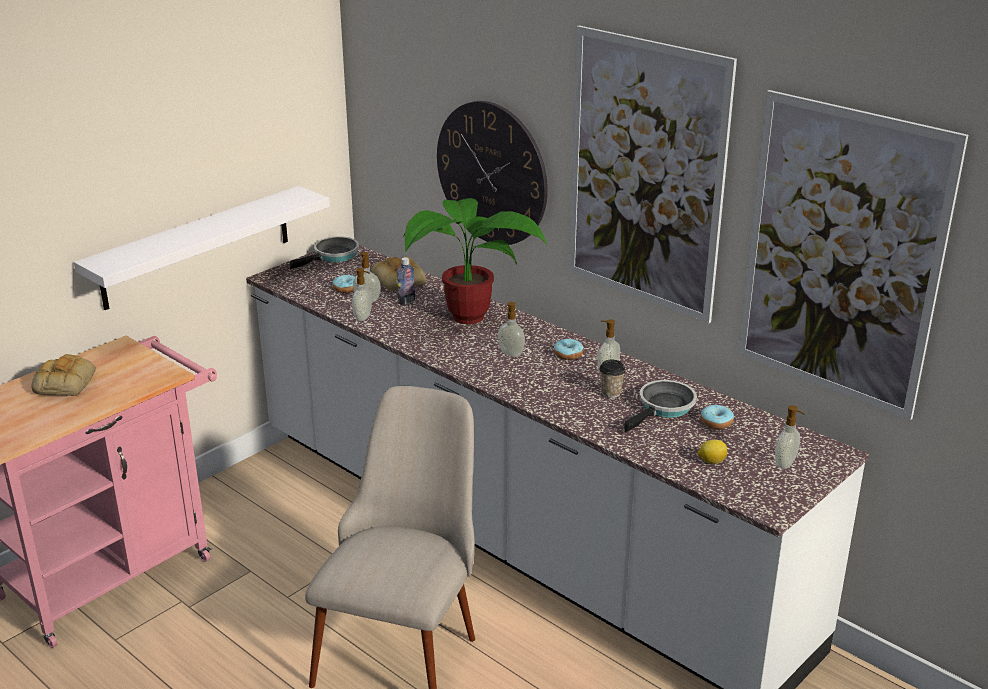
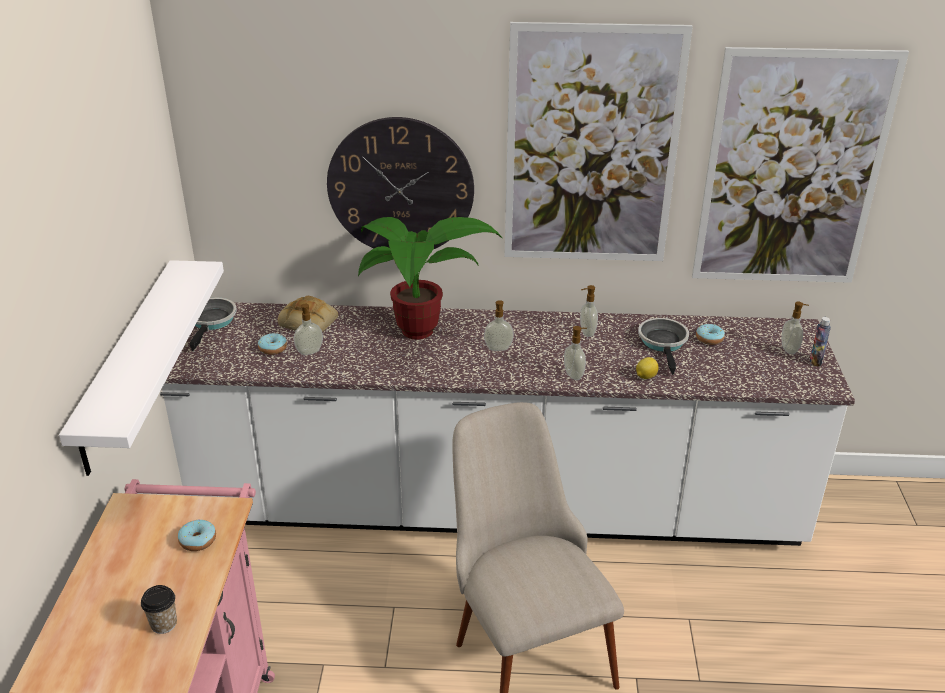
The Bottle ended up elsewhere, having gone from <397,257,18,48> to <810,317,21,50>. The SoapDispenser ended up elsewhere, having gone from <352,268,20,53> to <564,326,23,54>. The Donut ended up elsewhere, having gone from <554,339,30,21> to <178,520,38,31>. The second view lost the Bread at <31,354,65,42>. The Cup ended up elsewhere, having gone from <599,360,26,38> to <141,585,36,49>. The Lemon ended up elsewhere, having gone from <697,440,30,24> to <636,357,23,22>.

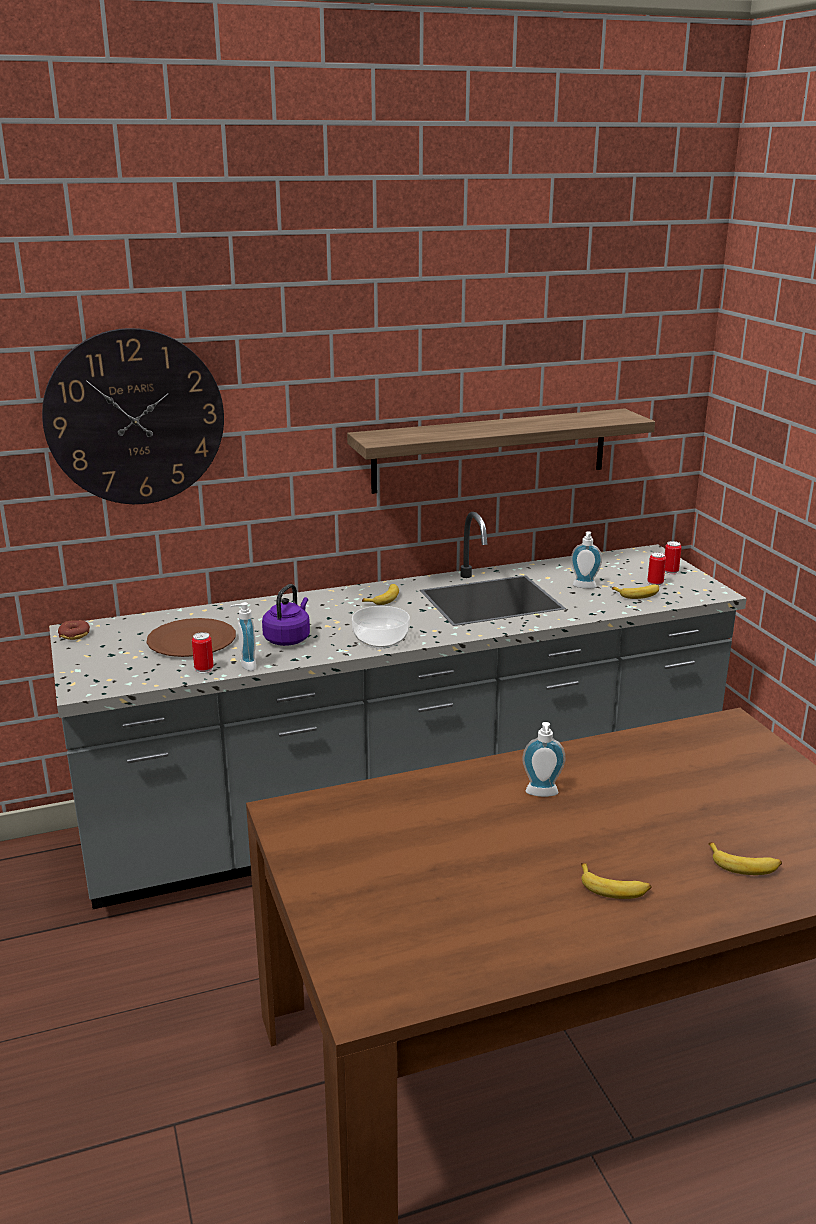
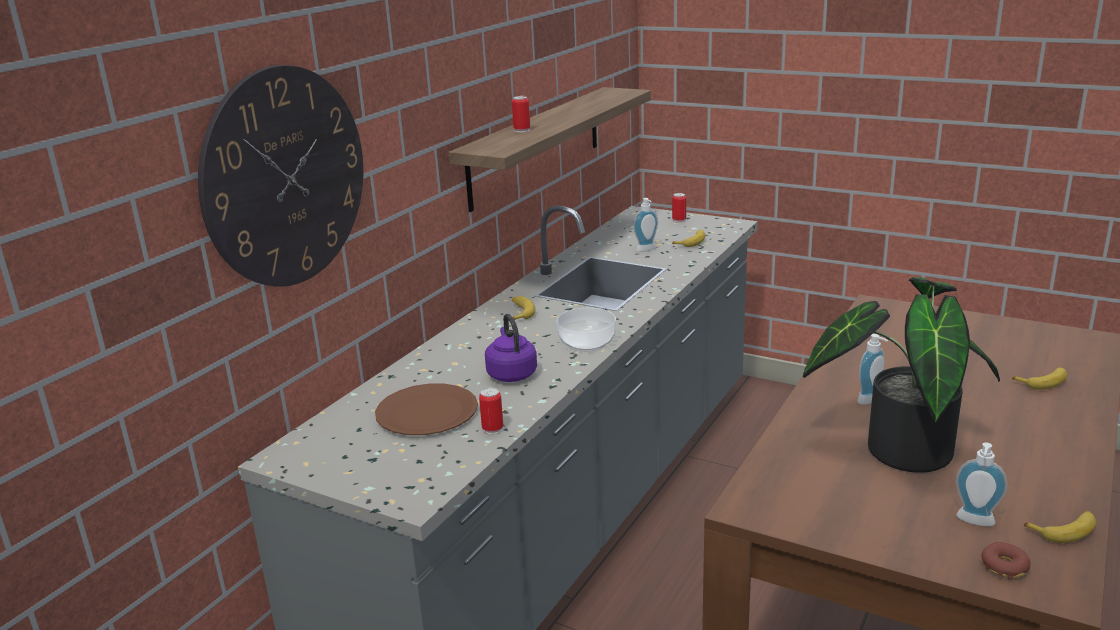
The Can ended up elsewhere, having gone from <647,552,19,34> to <512,96,18,37>. The SoapDispenser ended up elsewhere, having gone from <230,602,26,69> to <956,443,52,83>. The Donut ended up elsewhere, having gone from <58,620,32,20> to <981,542,50,38>. The Banana ended up elsewhere, having gone from <581,863,70,36> to <1024,511,72,32>. The second view gained the PottedPlant at <803,277,197,196>.

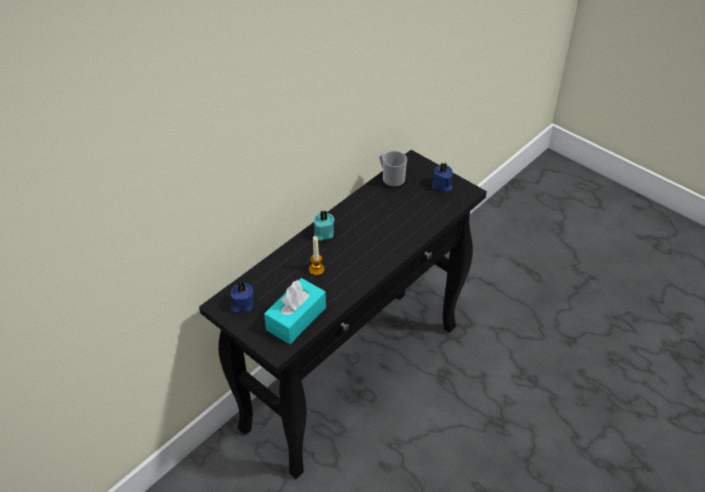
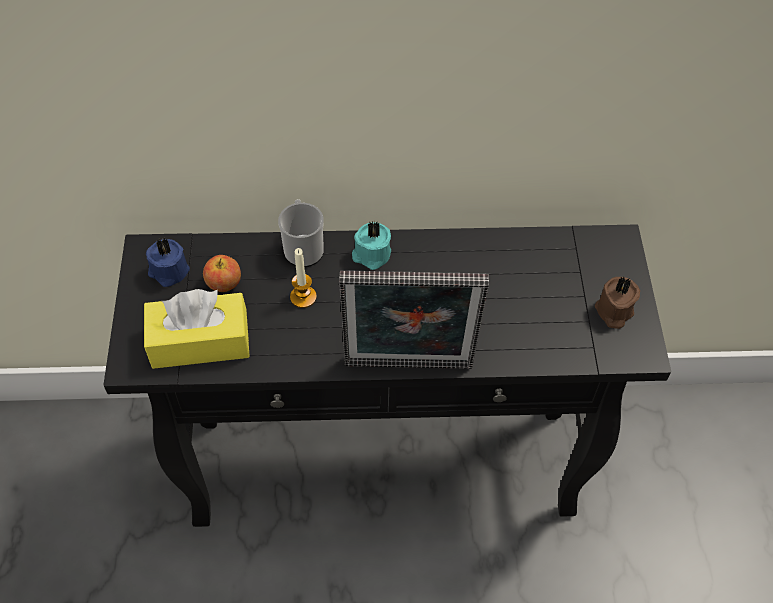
The Mug ended up elsewhere, having gone from <379,151,28,36> to <278,199,46,68>. What was the BlueCandle at <432,162,21,30> turned into the BrownCandle at <595,277,45,52>. What was the TurquoiseTissueBox at <264,278,62,66> turned into the YellowTissueBox at <144,289,106,80>. The second view gained the Apple at <203,255,38,37>. The second view gained the PictureFrame at <339,271,150,98>.

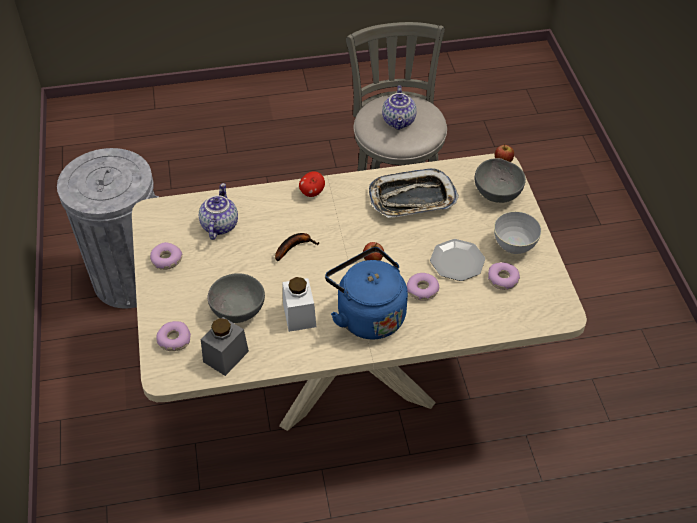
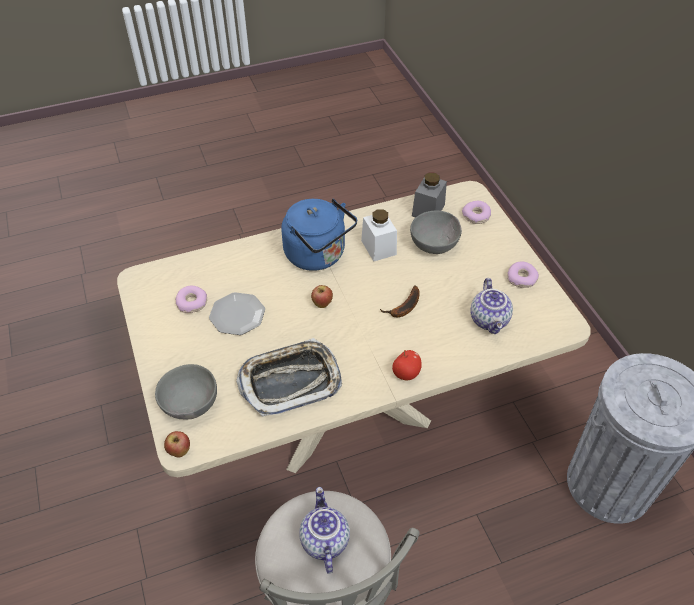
The second view lost the GreyBowl at <494,211,48,43>. The second view lost the Donut at <407,273,32,28>.

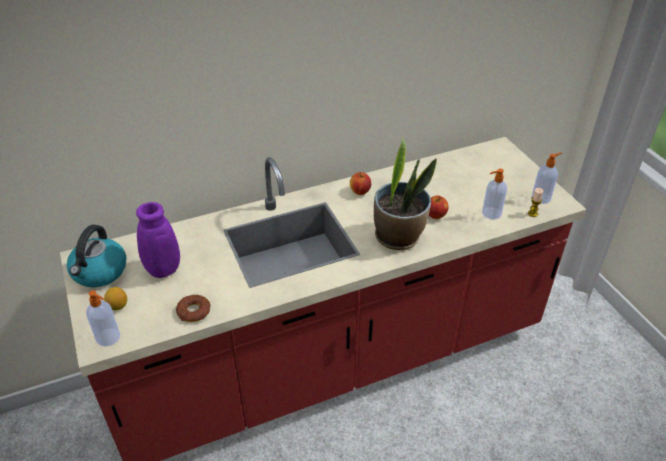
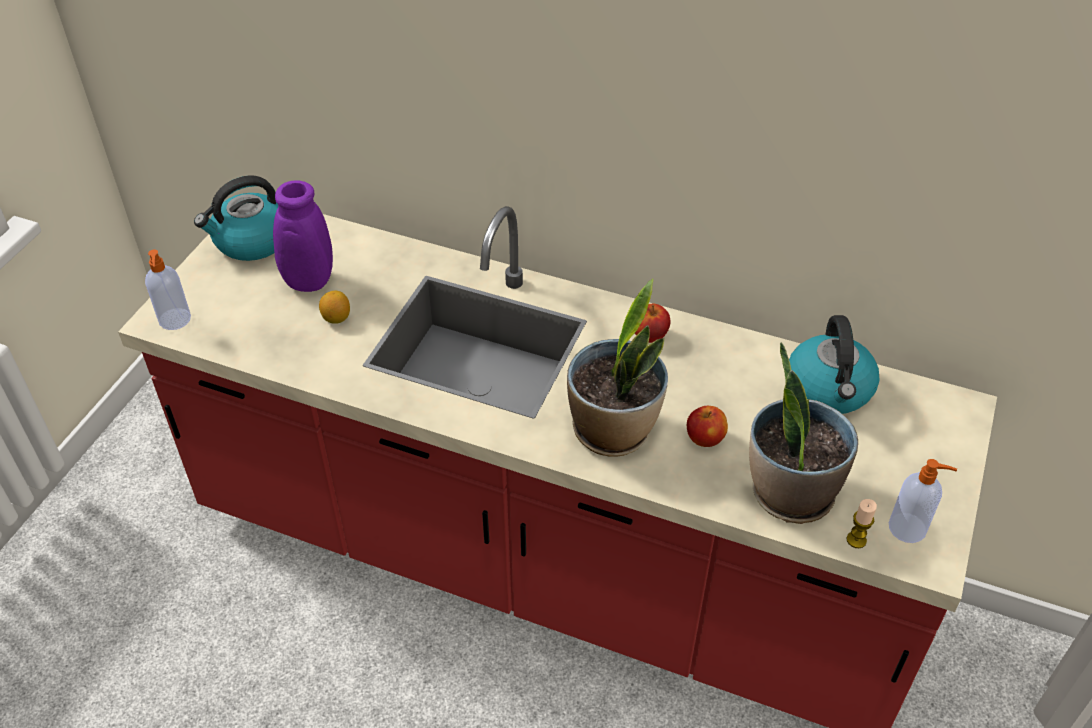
Where the SoapDispenser stood at <482,169,25,50>, the PottedPlant came to stand at <749,342,109,182>. The Lemon ended up elsewhere, having gone from <104,287,23,23> to <319,290,31,34>. The second view lost the Donut at <176,294,34,28>. The second view gained the Kettle at <789,315,90,99>.

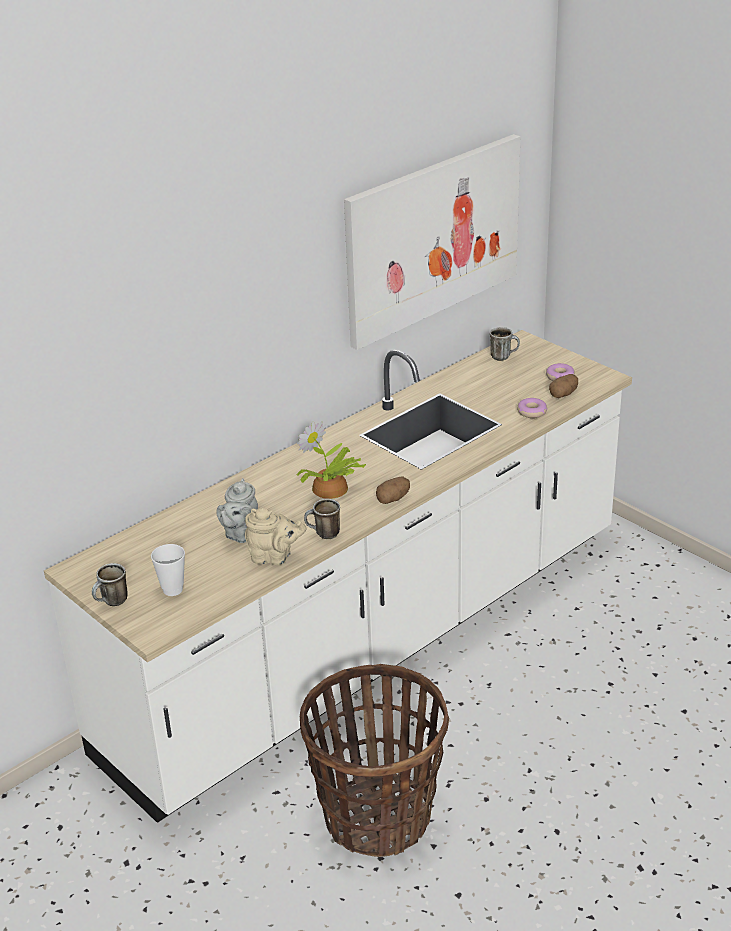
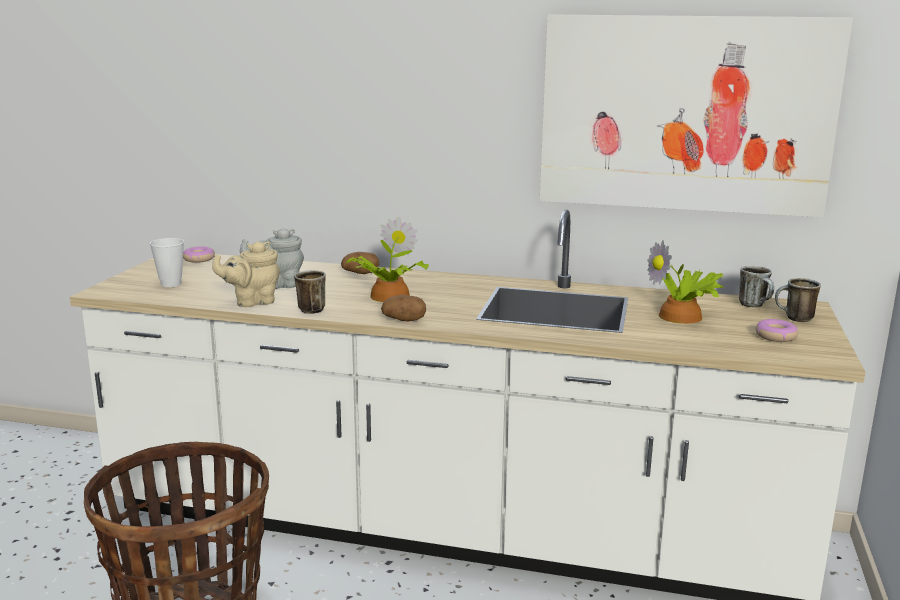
The Potato ended up elsewhere, having gone from <549,374,29,24> to <341,252,38,22>. The Donut ended up elsewhere, having gone from <517,398,30,20> to <183,246,32,17>. The BeigeTeapot at <245,508,61,57> ended up facing another way, 90 degrees clockwise from before. The Mug ended up elsewhere, having gone from <92,563,36,43> to <775,278,46,44>. The second view gained the PottedPlant at <647,240,77,84>.

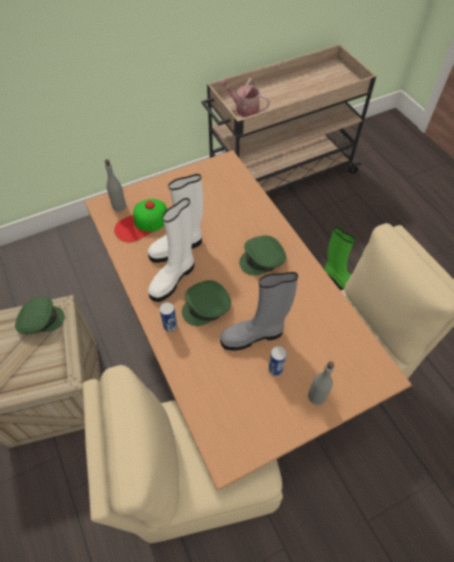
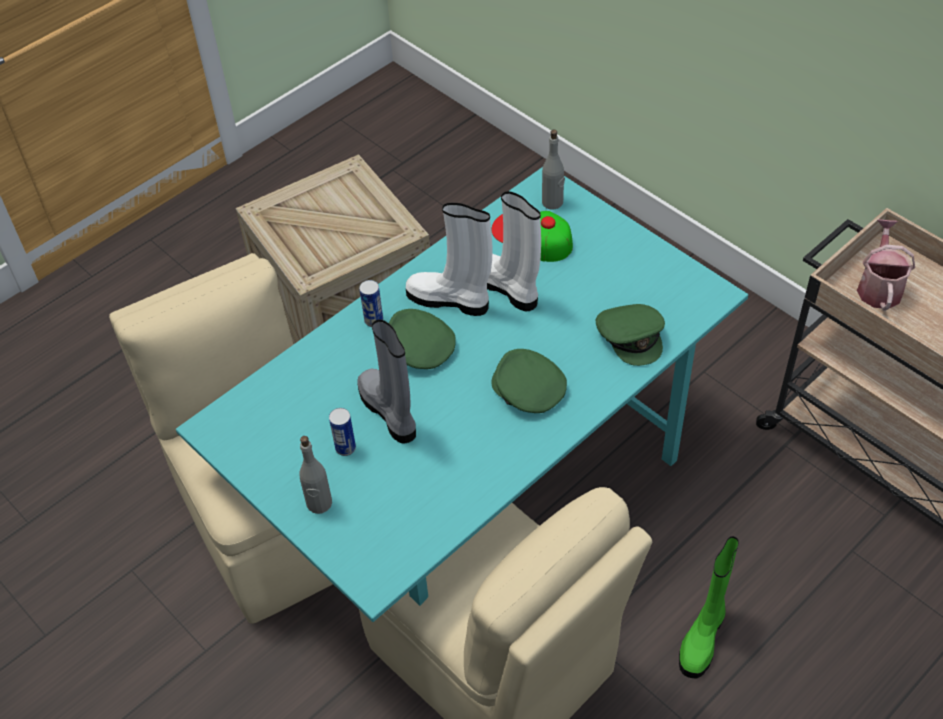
What was the BrownDiningTable at <84,150,328,341> turned into the TurquoiseDiningTable at <176,167,572,455>. The GreenCap ended up elsewhere, having gone from <15,297,50,37> to <595,304,70,62>.

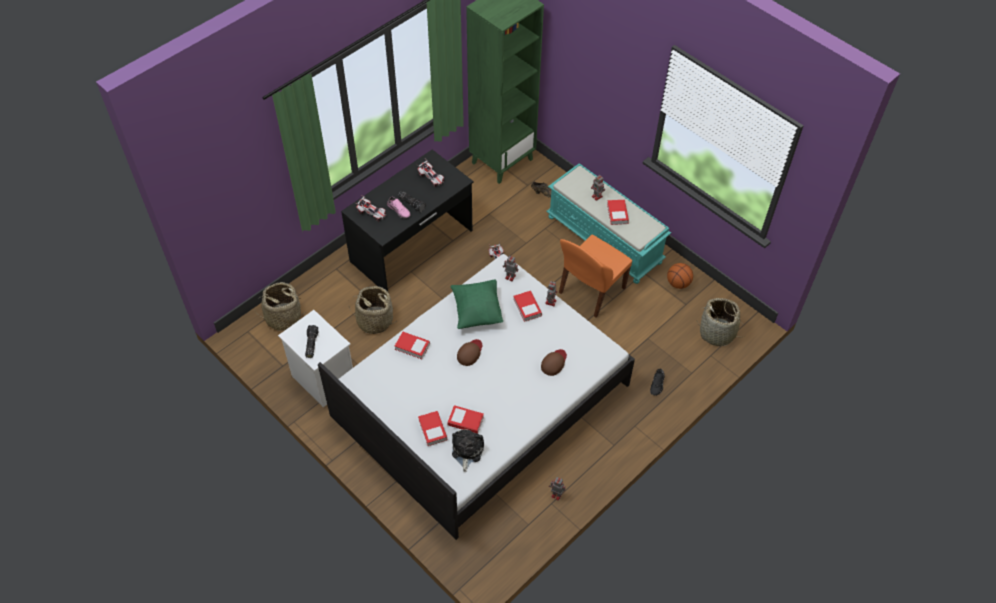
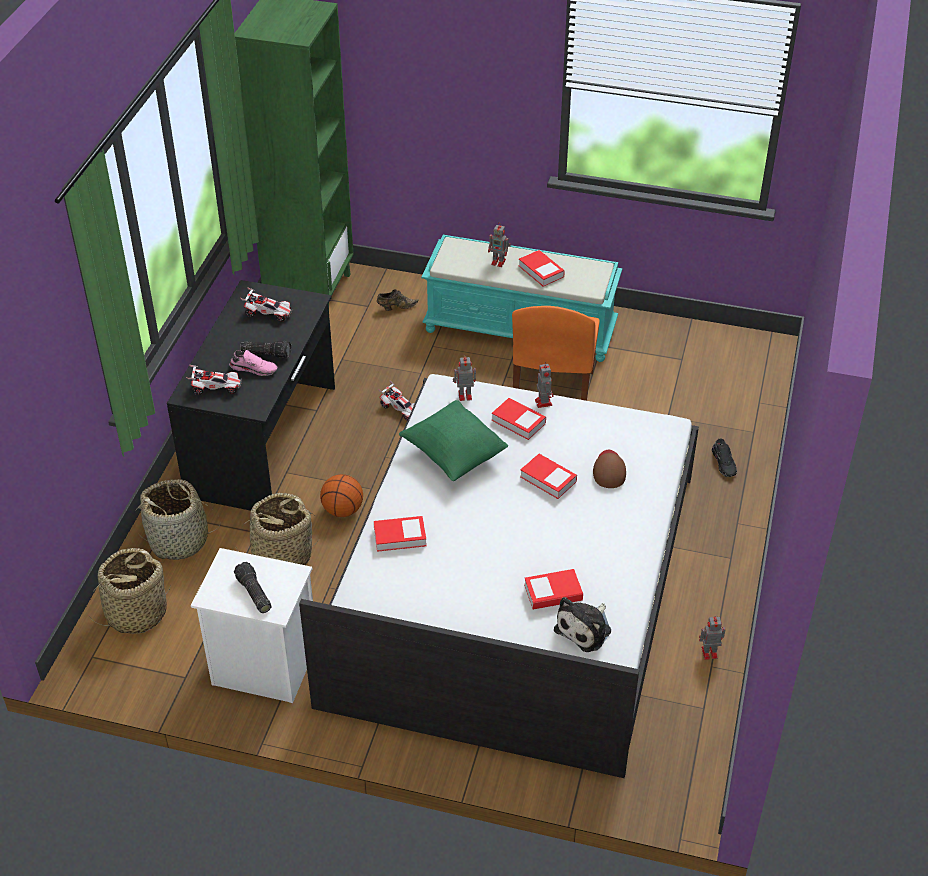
The Basketball ended up elsewhere, having gone from <667,263,26,26> to <320,474,43,43>. The Basket ended up elsewhere, having gone from <697,298,50,48> to <136,479,85,81>. The second view lost the BrownCap at <457,339,26,27>. The Book ended up elsewhere, having gone from <418,411,29,35> to <520,454,57,45>. The PlushToy at <452,429,32,43> ended up facing another way, 120 degrees counterclockwise from before.

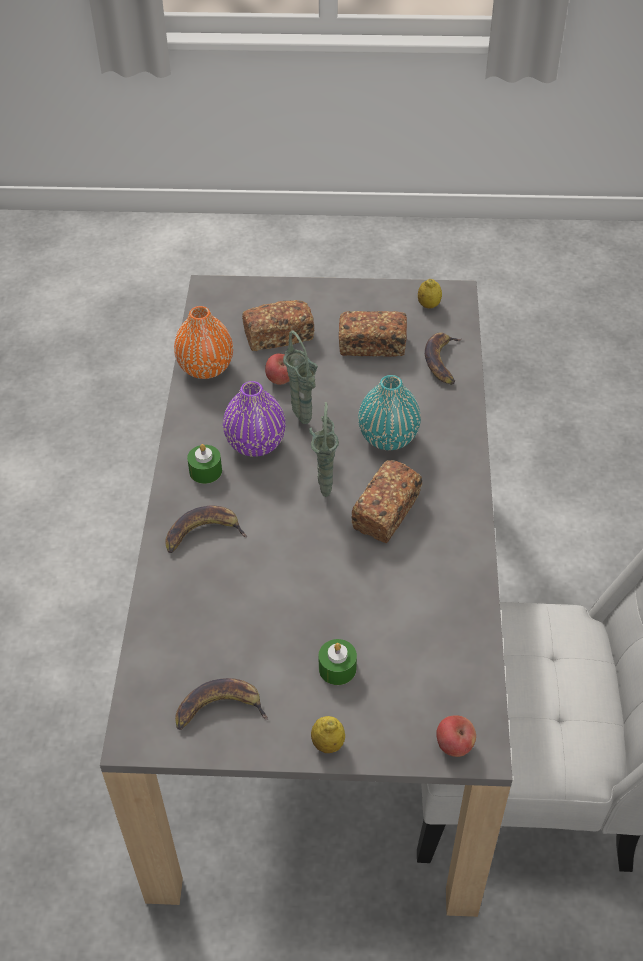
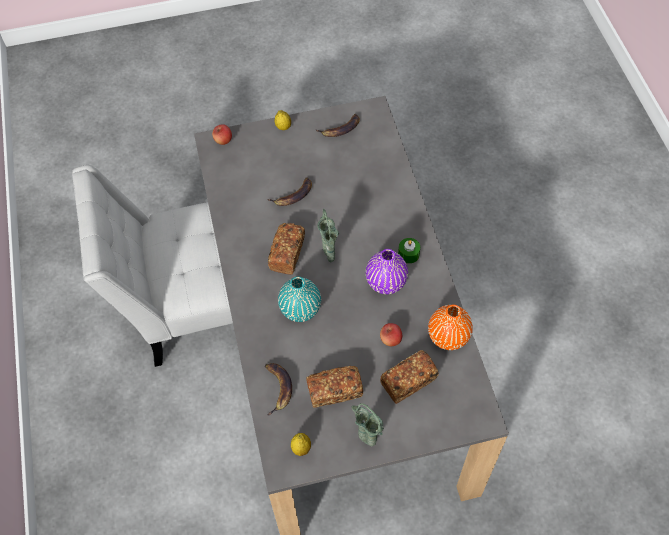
The GreenVase ended up elsewhere, having gone from <283,331,35,93> to <351,403,33,43>. The Banana ended up elsewhere, having gone from <165,505,83,48> to <267,178,45,28>. The second view lost the GreenCandle at <318,639,39,46>.

